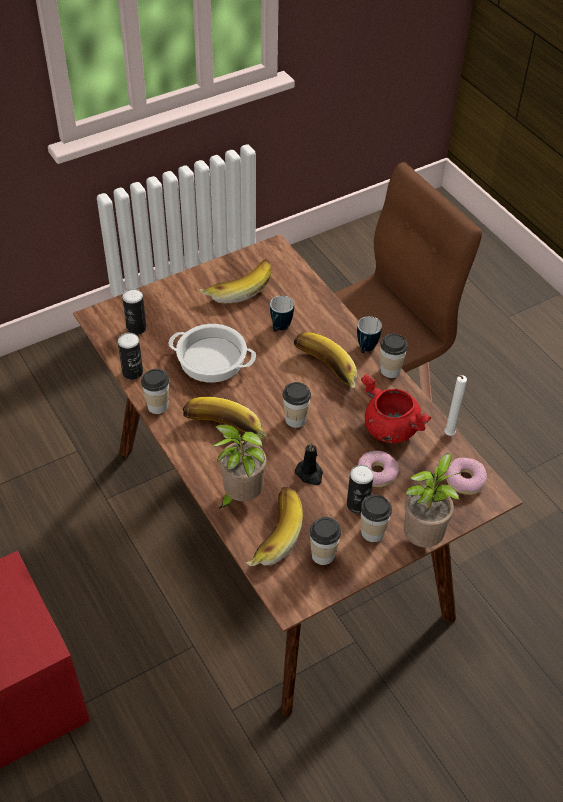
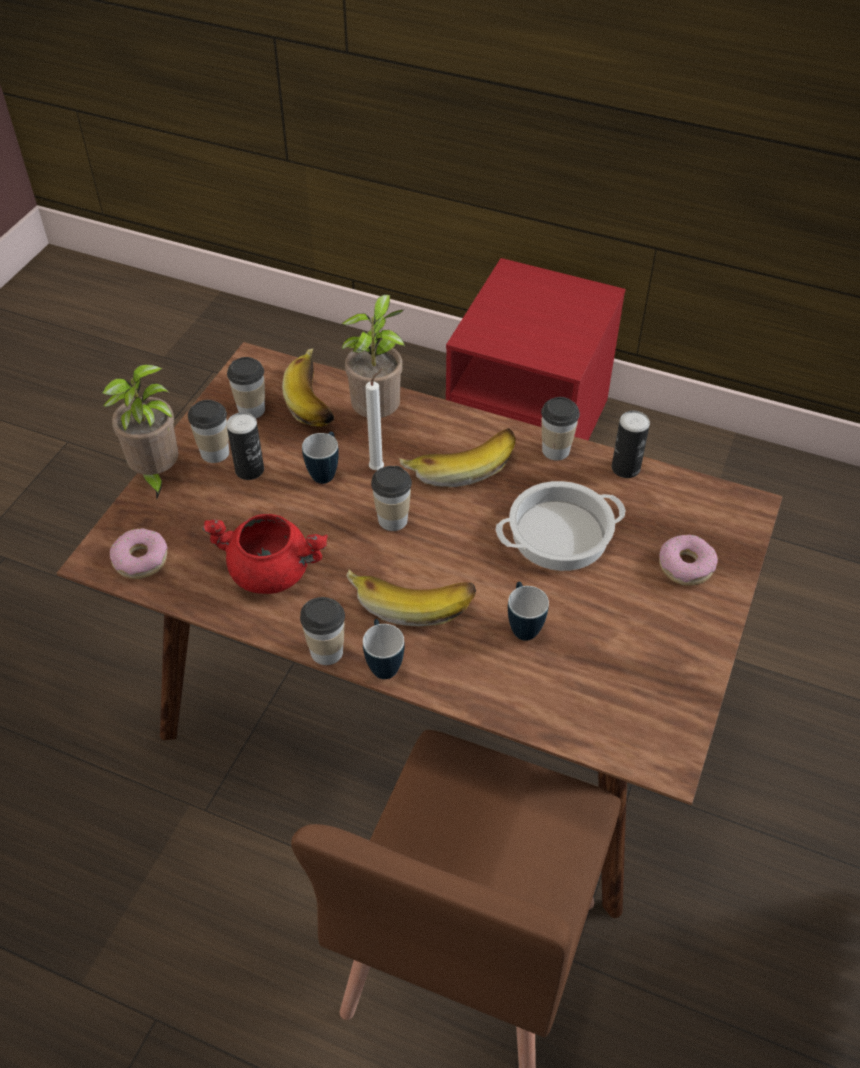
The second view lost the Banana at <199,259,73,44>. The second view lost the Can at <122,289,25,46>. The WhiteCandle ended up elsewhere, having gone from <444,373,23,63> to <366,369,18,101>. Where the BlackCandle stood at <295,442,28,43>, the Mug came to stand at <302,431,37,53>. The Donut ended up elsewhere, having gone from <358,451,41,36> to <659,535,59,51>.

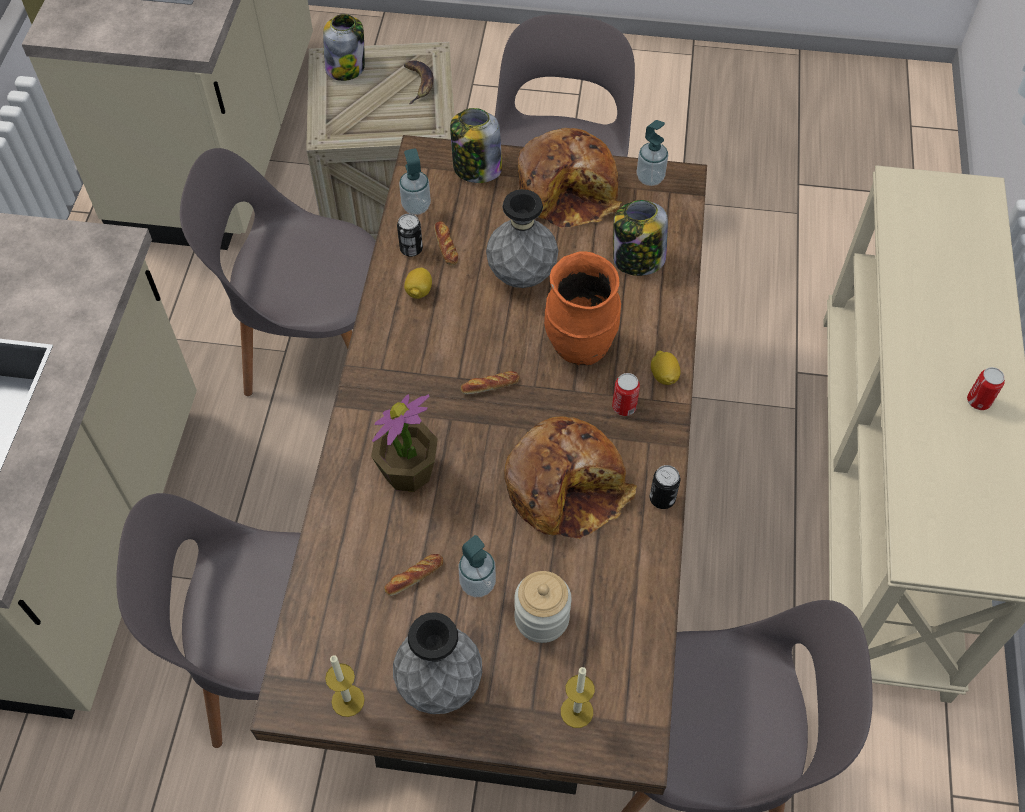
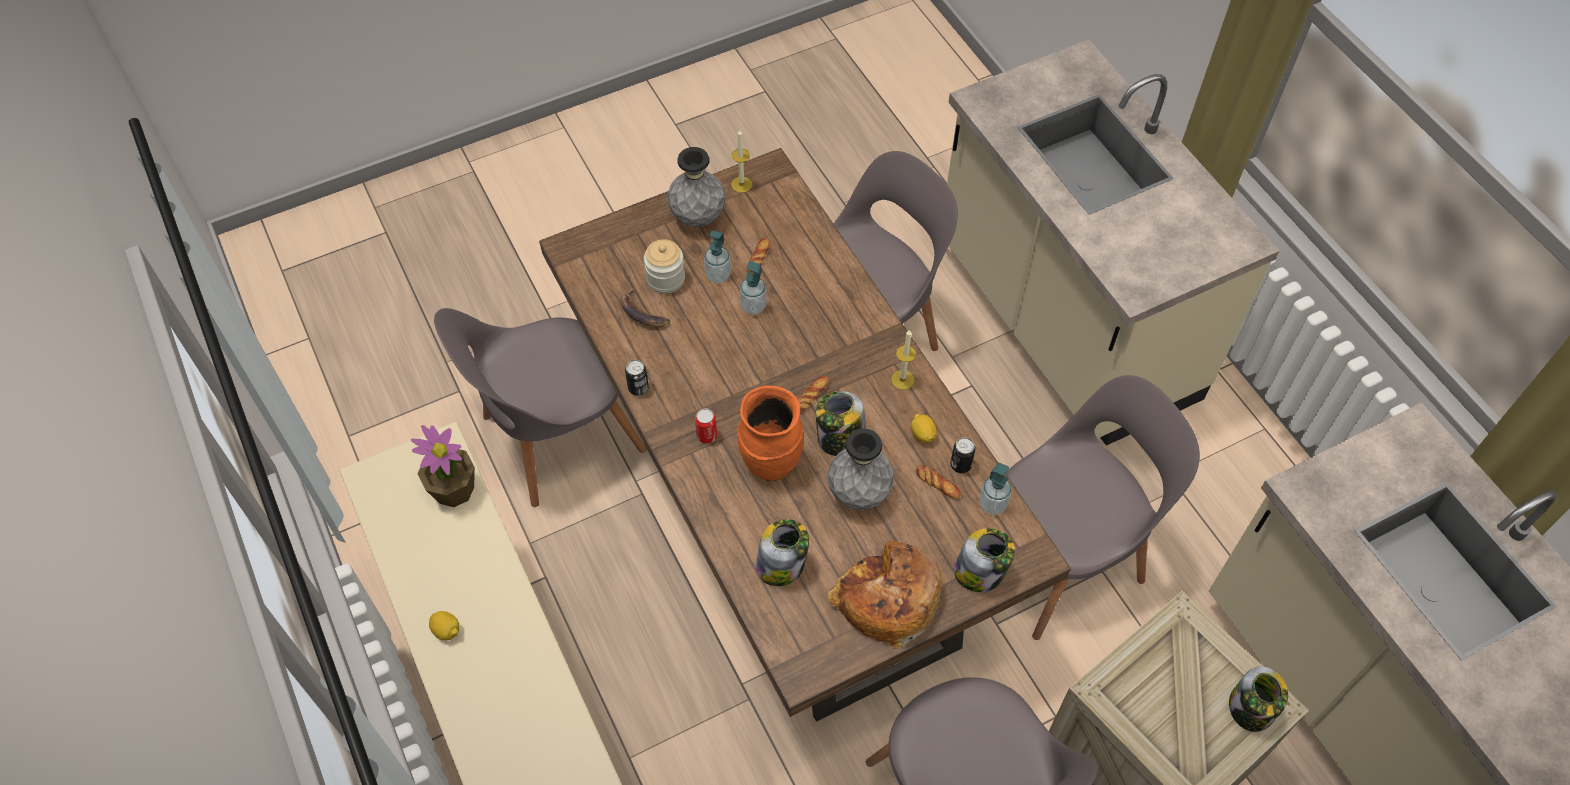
The Banana ended up elsewhere, having gone from <404,60,29,44> to <621,288,49,39>. The SoapDispenser ended up elsewhere, having gone from <637,120,31,66> to <740,261,26,53>. The Lemon ended up elsewhere, having gone from <651,350,30,35> to <429,611,31,29>. The second view lost the Can at <967,367,38,43>. The PottedPlant ended up elsewhere, having gone from <371,394,67,98> to <411,425,64,82>. The second view lost the Bread at <505,416,132,123>. The Candle ended up elsewhere, having gone from <561,667,34,61> to <891,330,25,60>. The second view gained the Jar at <816,391,50,65>.

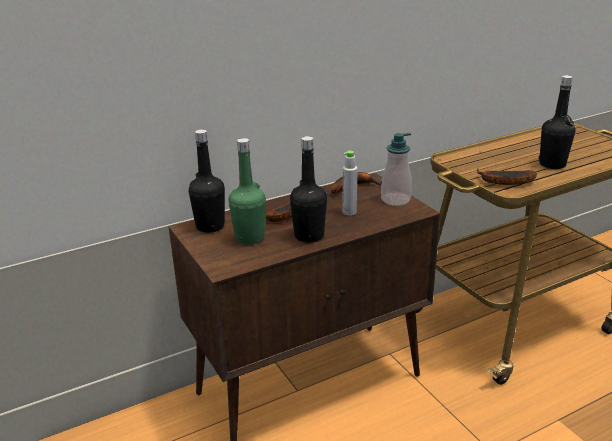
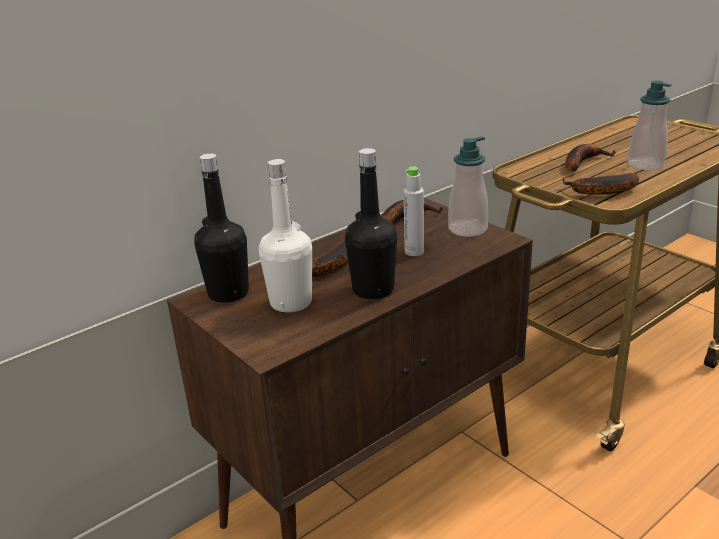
Where the BlackBottle stood at <539,75,37,94>, the SoapDispenser came to stand at <627,81,45,89>. What was the GreenBottle at <229,138,37,107> turned into the WhiteBottle at <259,159,53,154>. The second view gained the Banana at <566,144,50,28>.

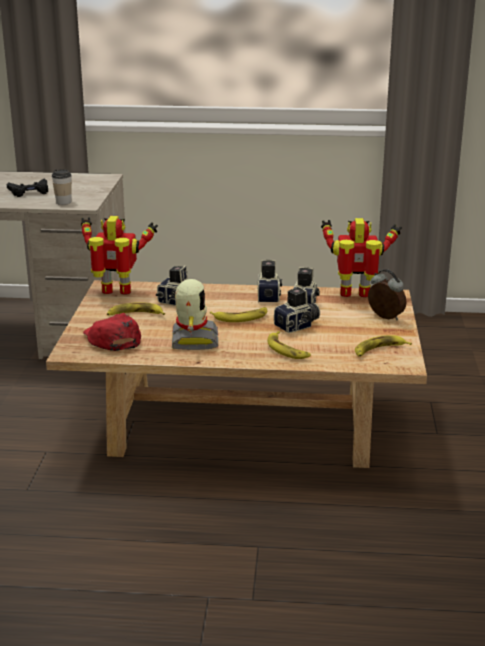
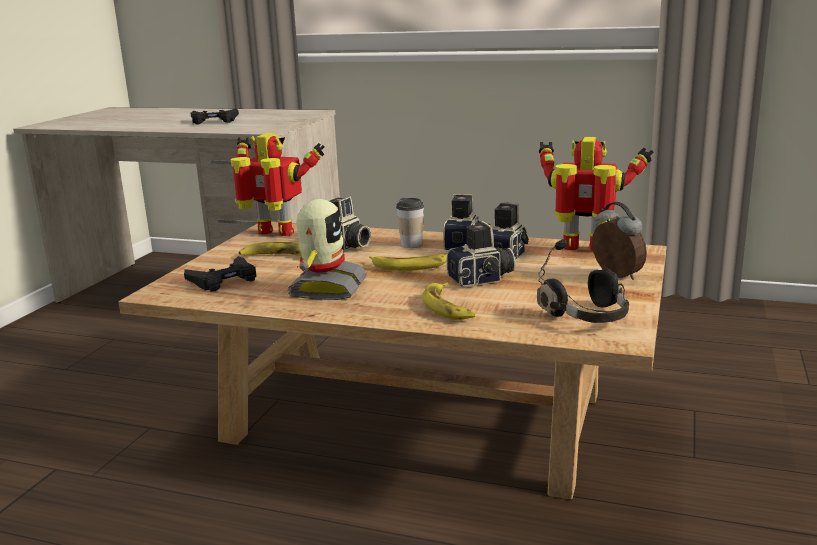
The Cup ended up elsewhere, having gone from <51,169,21,36> to <396,198,29,50>. Where the RedCap stood at <83,313,58,38>, the BlackGameController came to stand at <184,256,72,36>. Where the Banana stood at <355,335,57,22>, the BlackHeadphones came to stand at <537,239,92,84>.

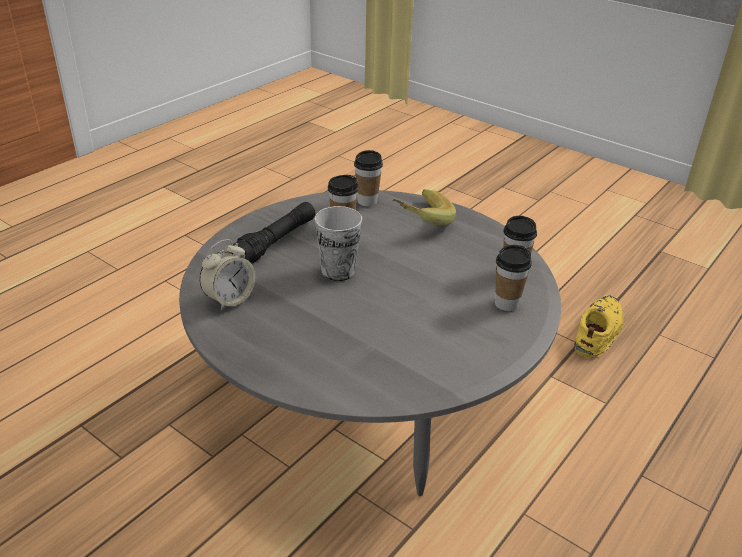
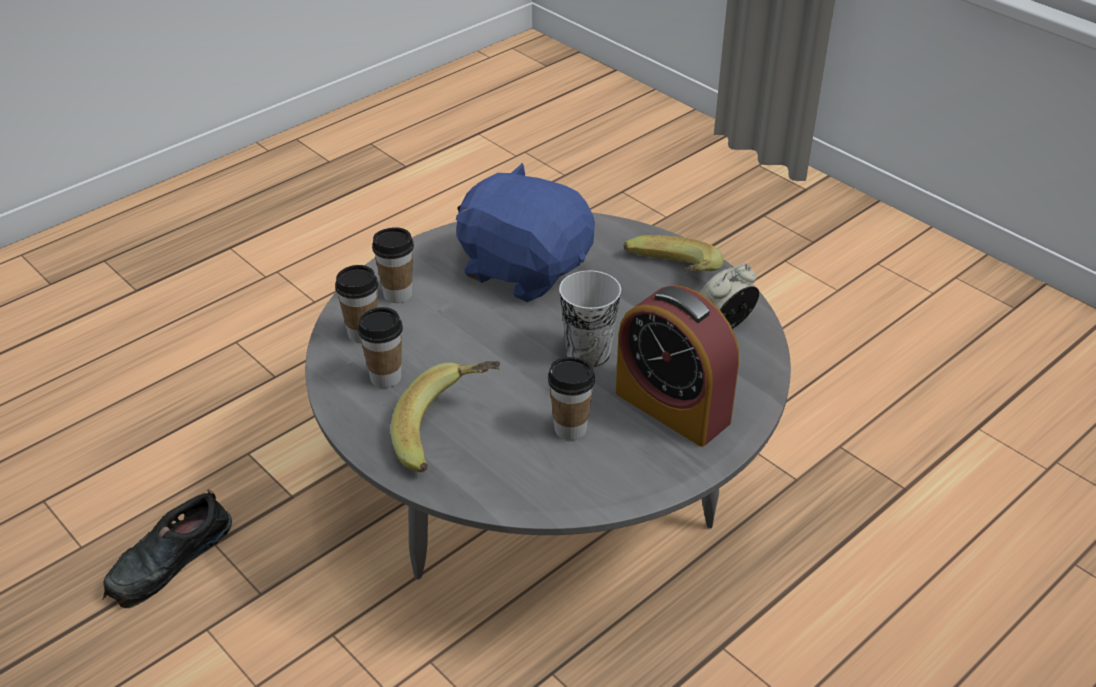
The Cup ended up elsewhere, having gone from <354,150,29,56> to <358,307,45,81>. Where the BlackFlashlight stood at <229,202,87,62>, the AlarmClock came to stand at <616,285,123,162>. What was the YellowShoe at <574,295,49,63> turned into the BlackShoe at <103,489,129,119>. The second view gained the BluePlushToy at <456,163,139,139>. The second view gained the Banana at <623,235,100,37>.

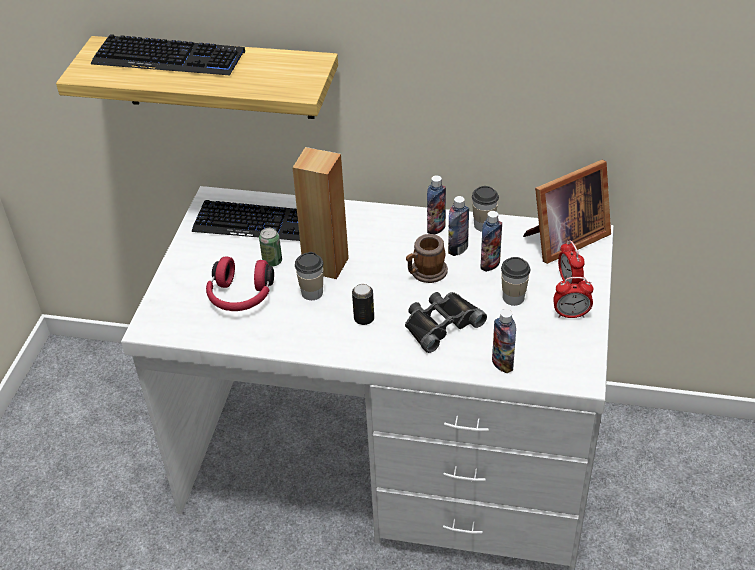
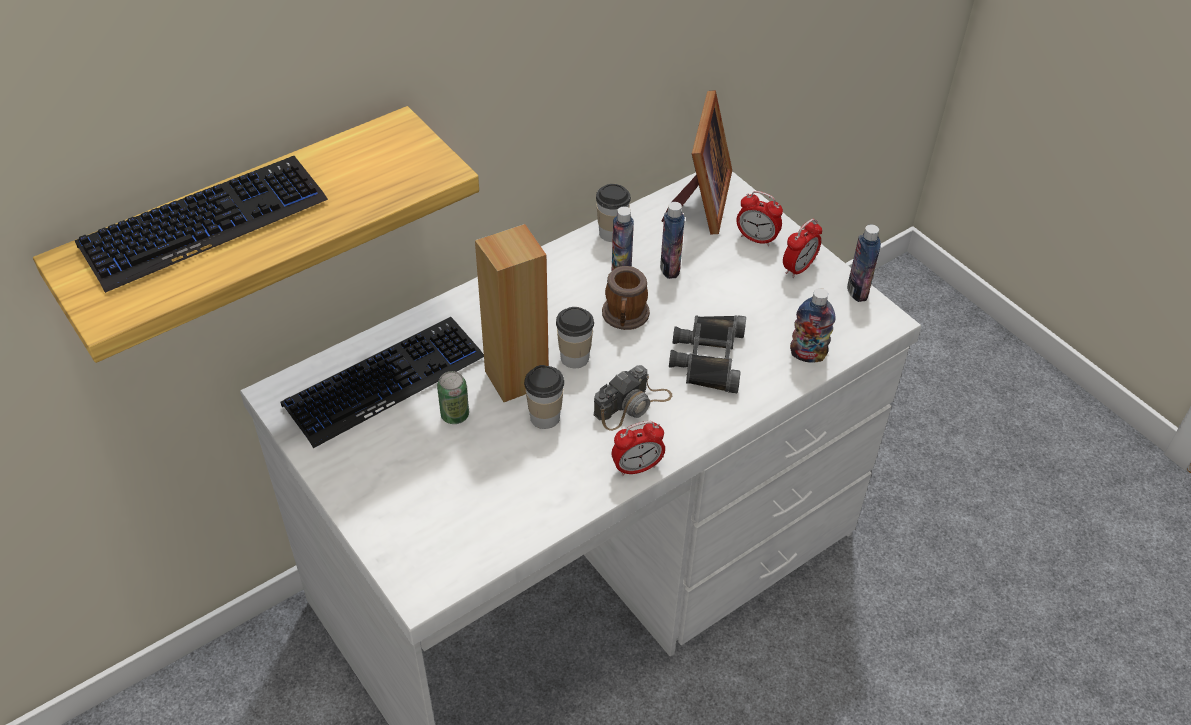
The Bottle ended up elsewhere, having gone from <427,175,19,59> to <847,225,34,77>. The second view lost the RedHeadphones at <206,256,68,55>. The Cup ended up elsewhere, having gone from <501,257,29,49> to <556,307,38,61>. Where the Can stood at <352,284,22,41>, the PhotoCamera came to stand at <594,365,78,66>. The second view gained the AlarmClock at <612,421,53,55>.

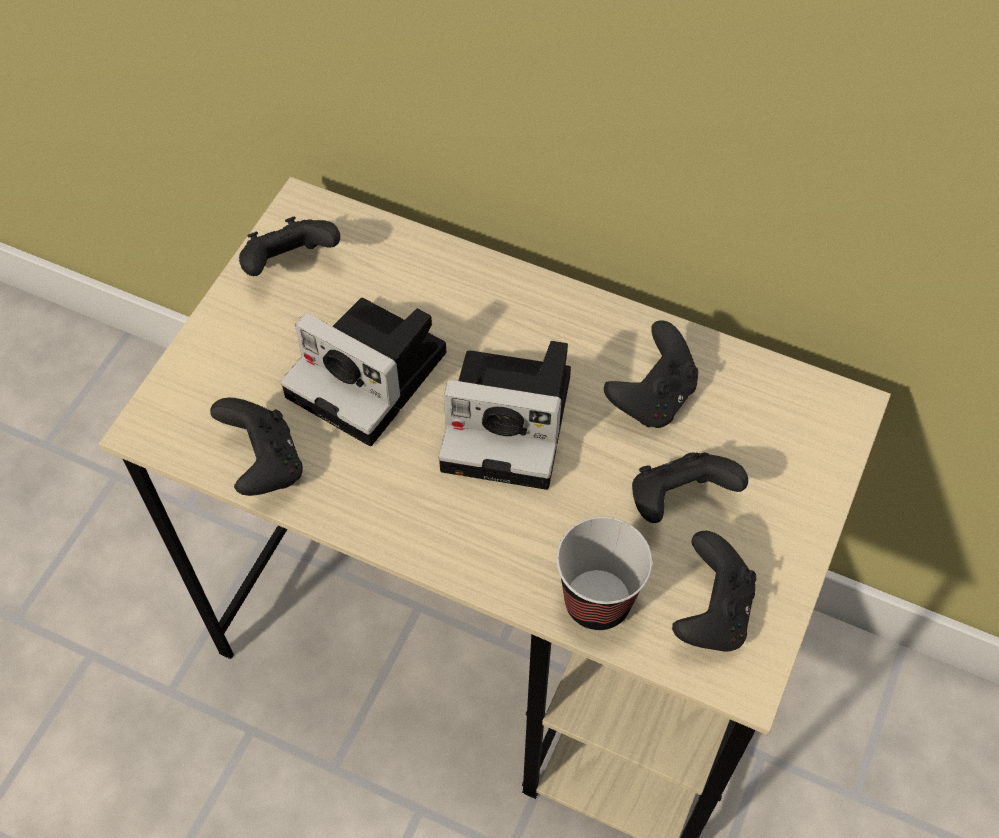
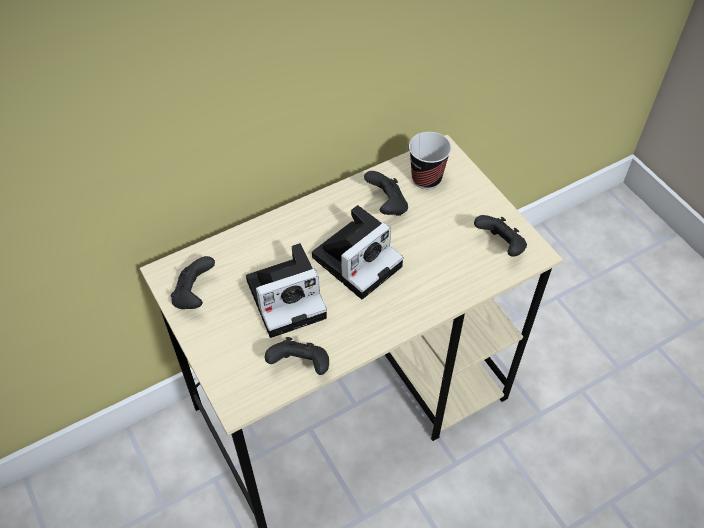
The second view lost the BlackGameController at <632,452,116,71>. The Cup ended up elsewhere, having gone from <556,517,96,114> to <409,132,42,57>.

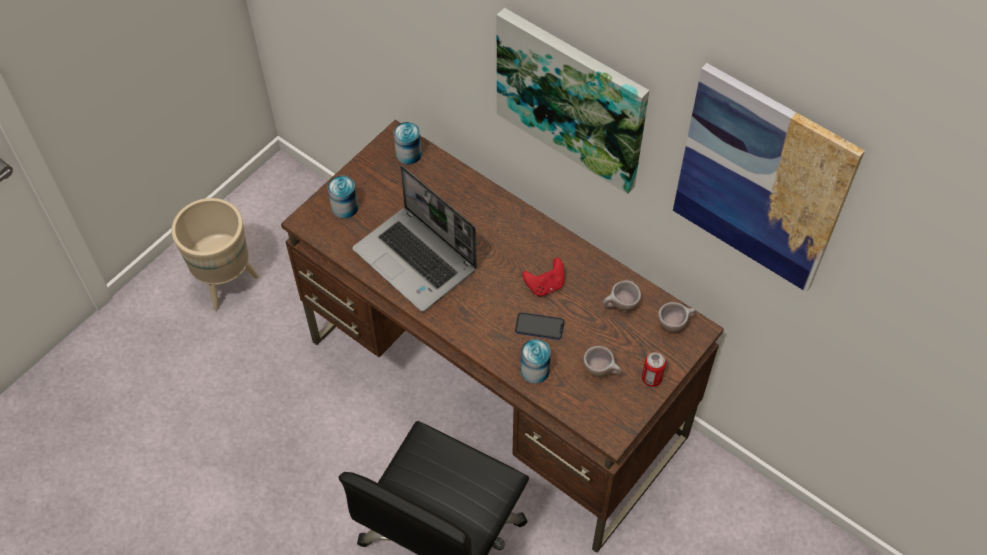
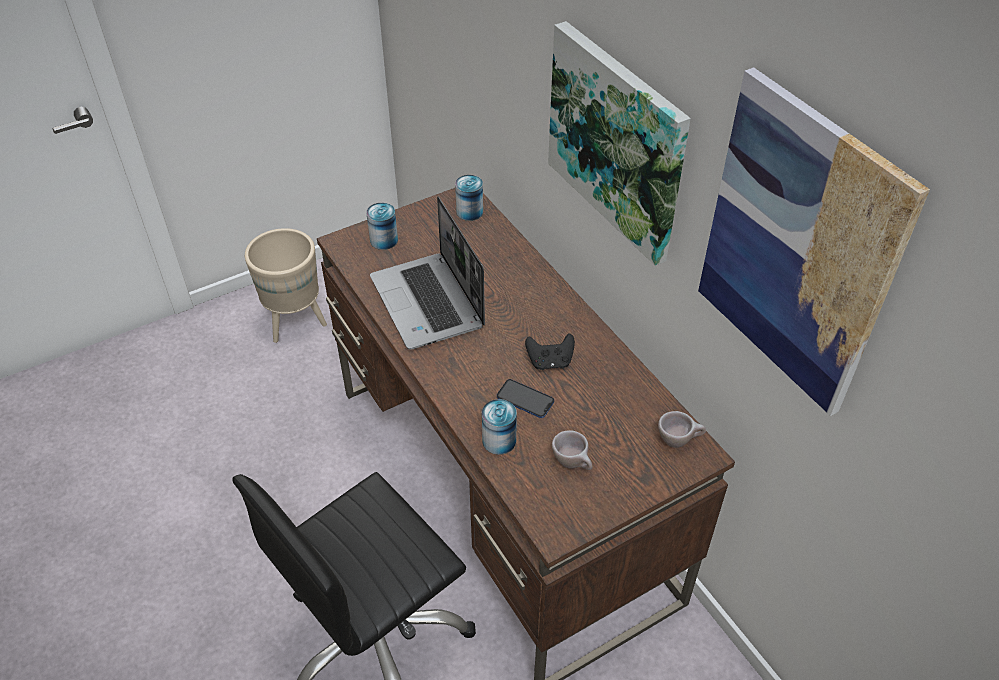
What was the RedGameController at <522,258,42,38> turned into the BlackGameController at <525,333,50,37>. The second view lost the BeigeCup at <602,280,39,31>. The second view lost the Can at <642,352,24,35>.

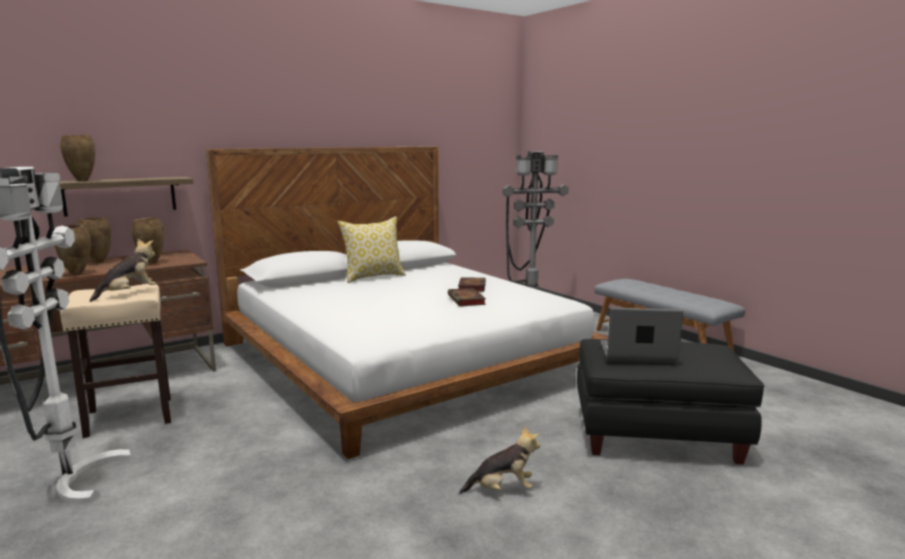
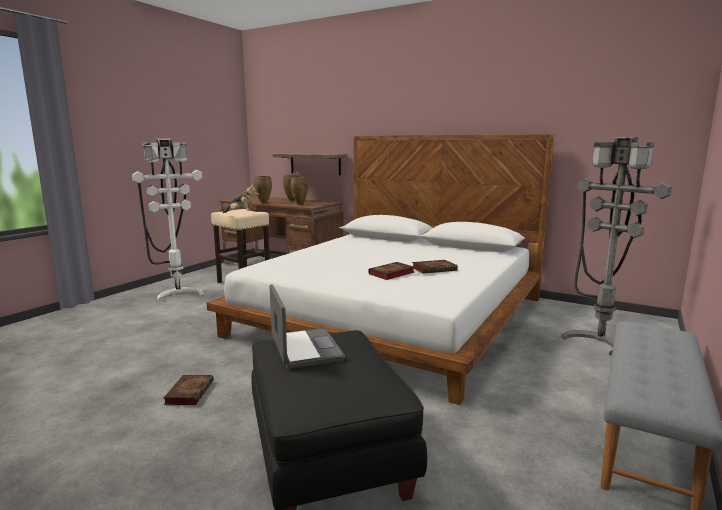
The second view lost the BrownVase at <60,135,35,46>. The second view lost the Pillow at <337,216,69,67>. Where the PlushToy stood at <459,425,81,69>, the Book came to stand at <163,375,50,30>.

